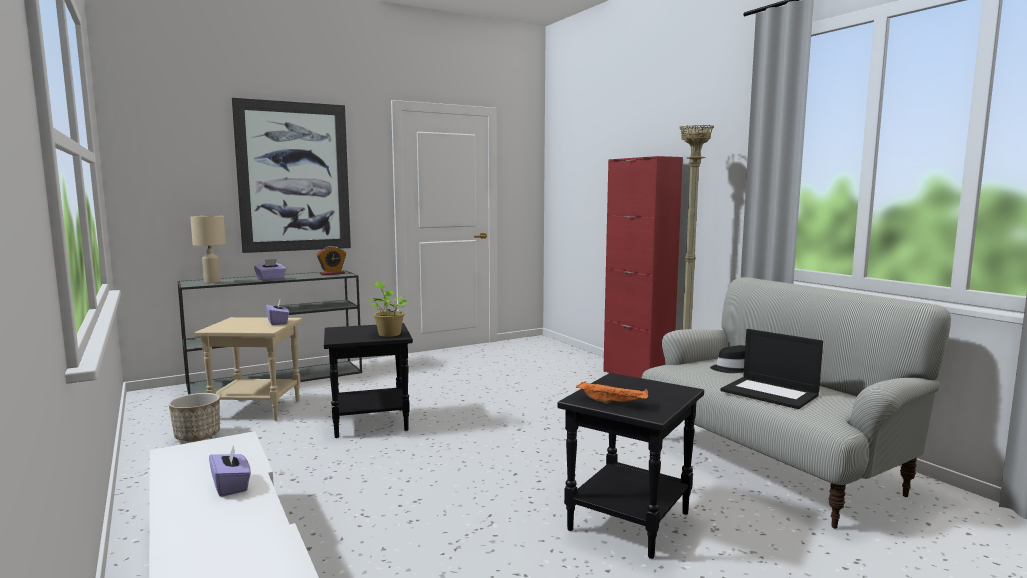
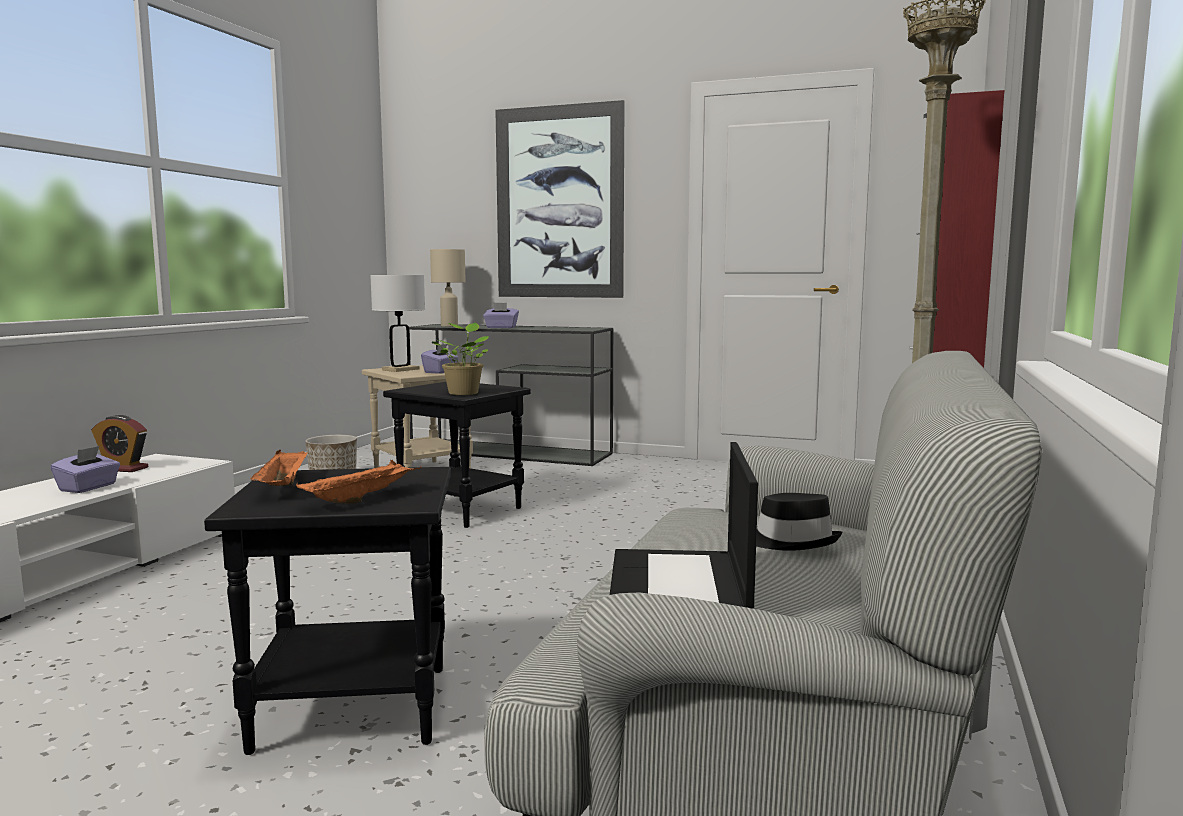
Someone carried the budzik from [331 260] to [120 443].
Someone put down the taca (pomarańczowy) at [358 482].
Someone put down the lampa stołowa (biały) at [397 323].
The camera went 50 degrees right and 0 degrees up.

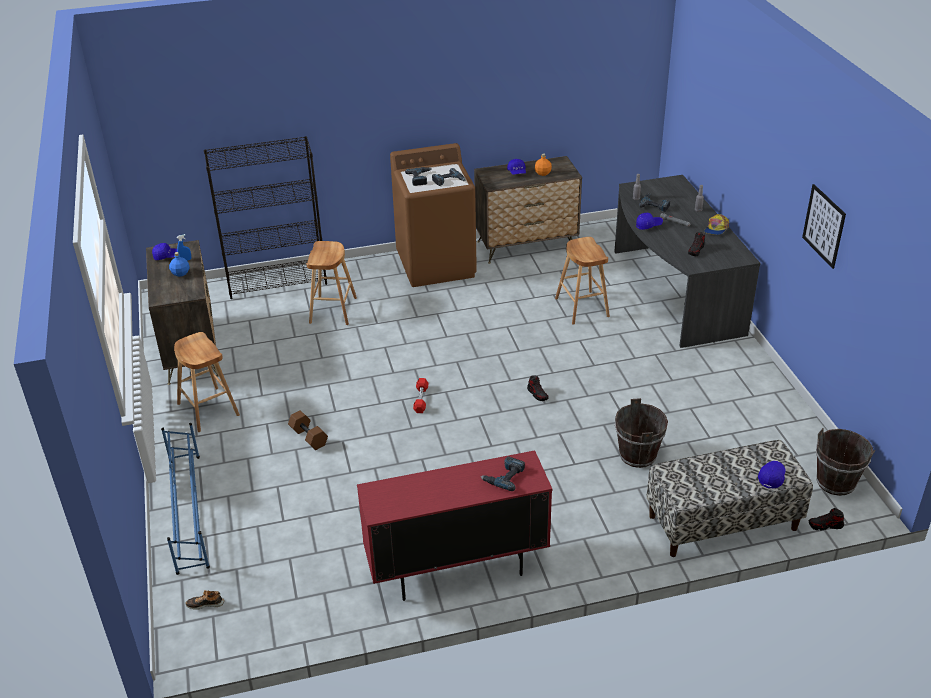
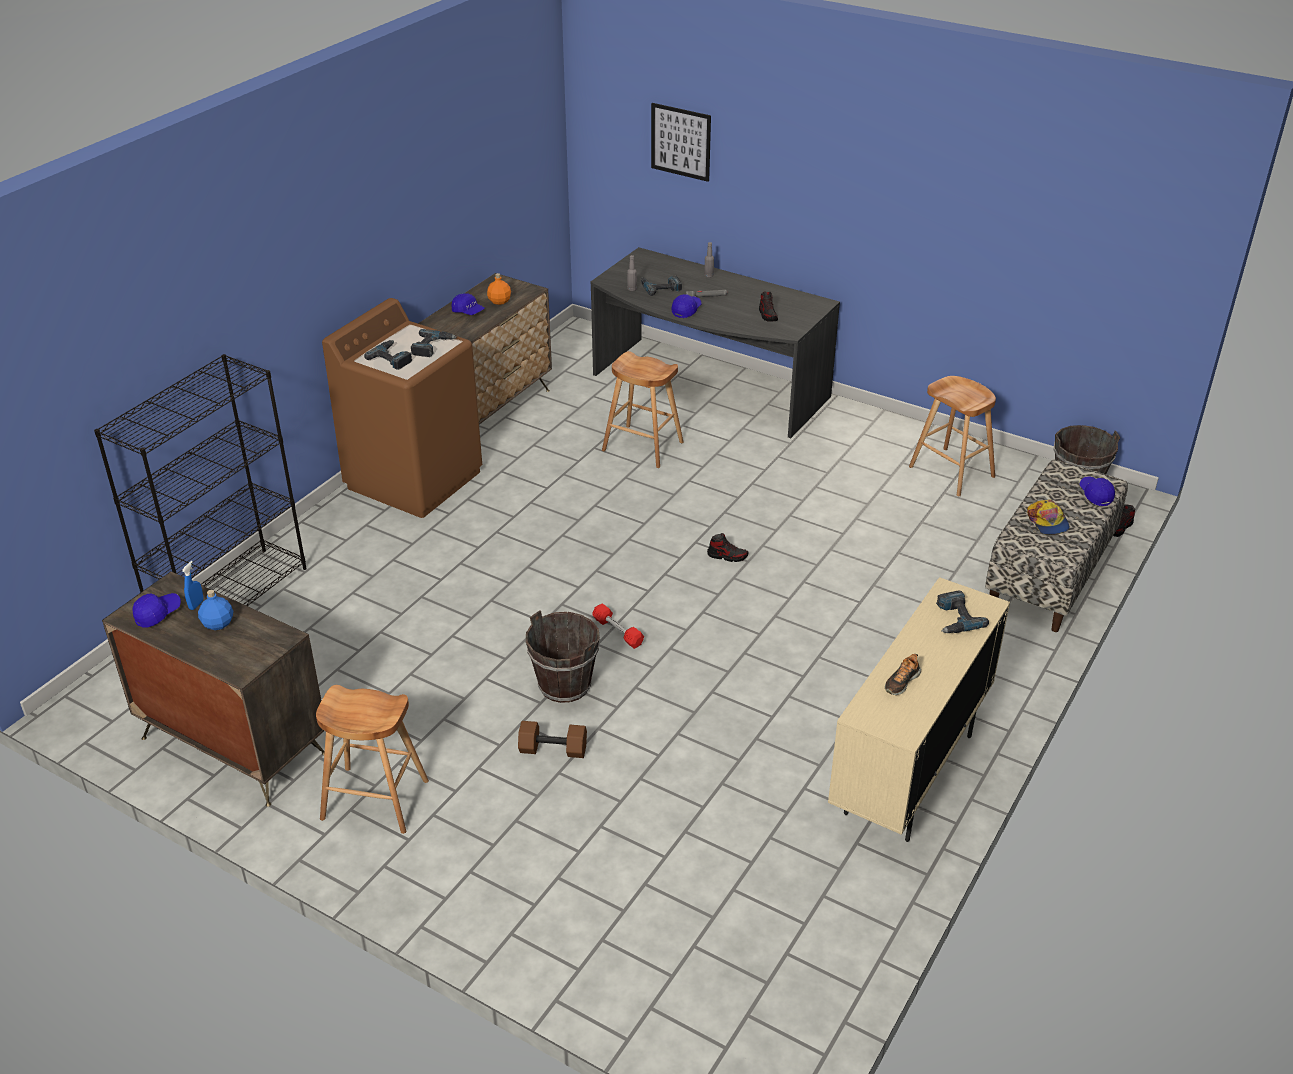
Someone carried the wiadro (brązowy) from [641 433] to [563 656].
Someone carried the obraz from [824 226] to [681 142].
Someone repainted the szafka (czerwony) at [454 525], which became the szafka (beżowy) at [919 709].
Someone carried the but from [205 600] to [903 674].
Someone carried the stołek (brązowy) from [331 283] to [952 436].
Someone carried the czapka z daszkiem from [716 224] to [1048 517].
Someone took away the regał na buty (niebieski) at [185 499].
The camera went 45 degrees left and 0 degrees up.

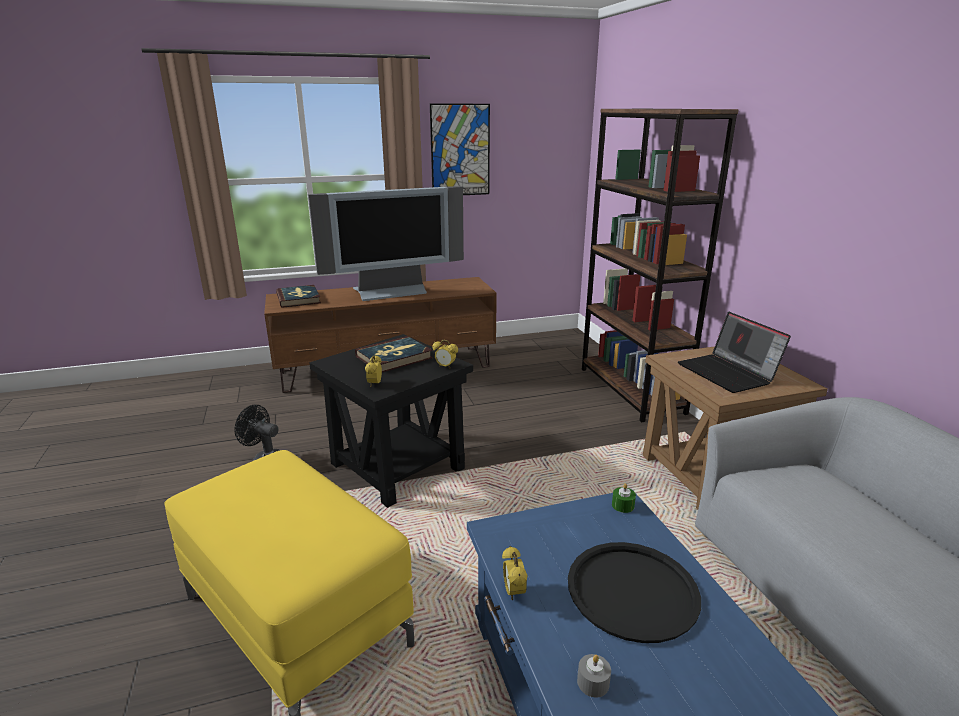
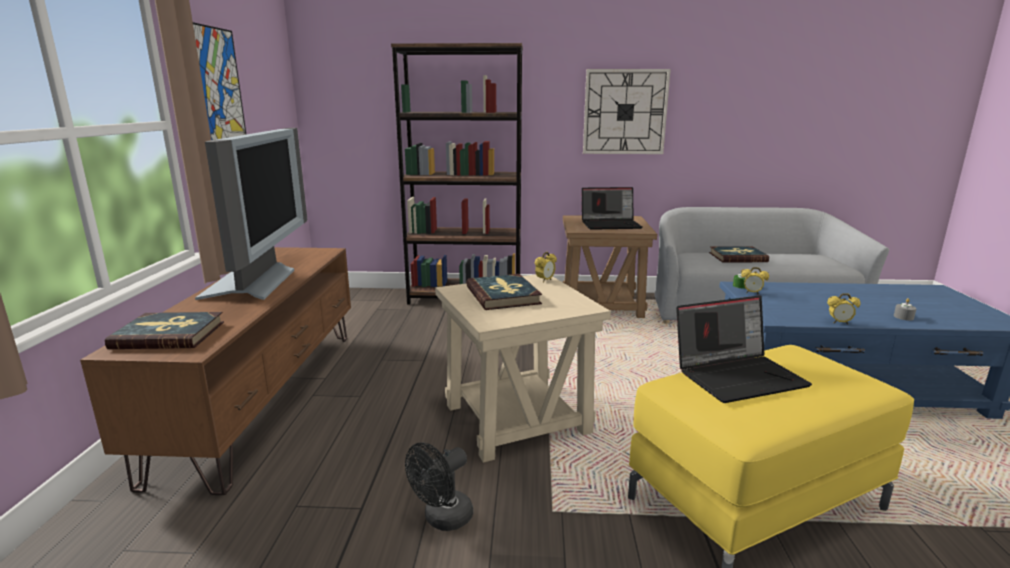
Someone repainted the stolik (czarny) at [391 421], which became the stolik (beżowy) at [523 368].
Someone put up the zegar ścienny at [627 111].
Someone put down the laptop at [744 349].
Someone put down the książka at [739 254].
Someone carried the budzik from [373 371] to [755 281].
Someone took away the taca (czarny) at [634 592].
The camera went 70 degrees left and 5 degrees down.

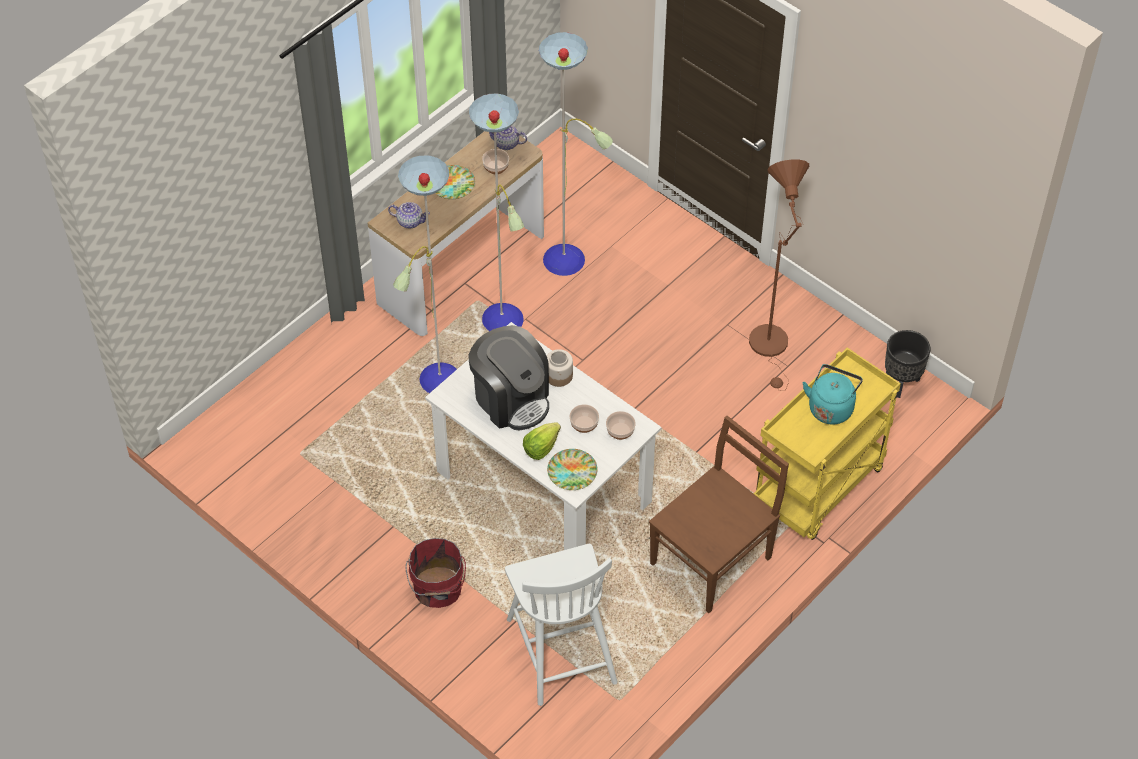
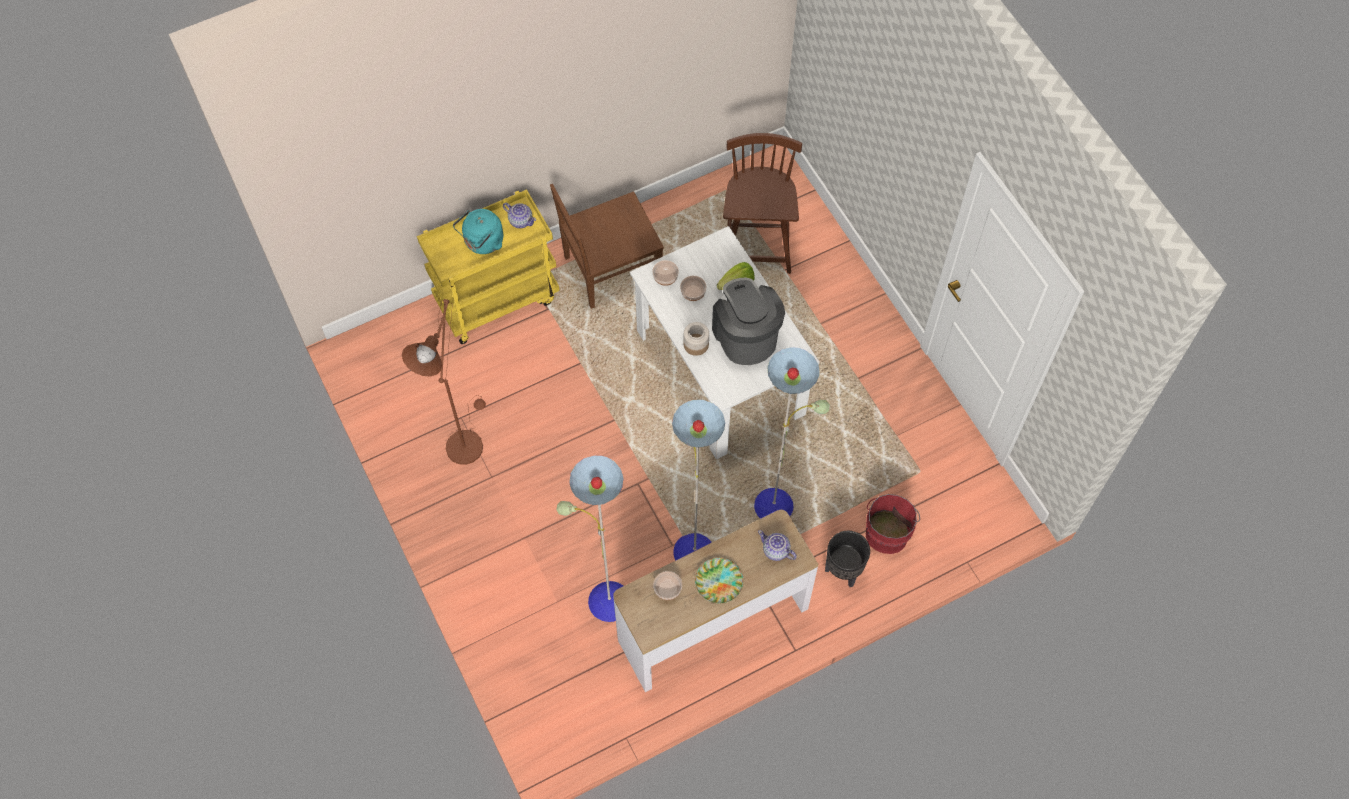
Someone carried the imbryk from [508 137] to [519 215].
Someone repainted the krzesło (biały) at [561 625], which became the krzesło (brązowy) at [762 203].
Someone carried the donica (czarny) from [907 364] to [847 559].
Someone carried the wiadro (czerwony) from [435 573] to [893 524].
Someone took away the talerz at [572 469].
The camera went 160 degrees left and 10 degrees up.

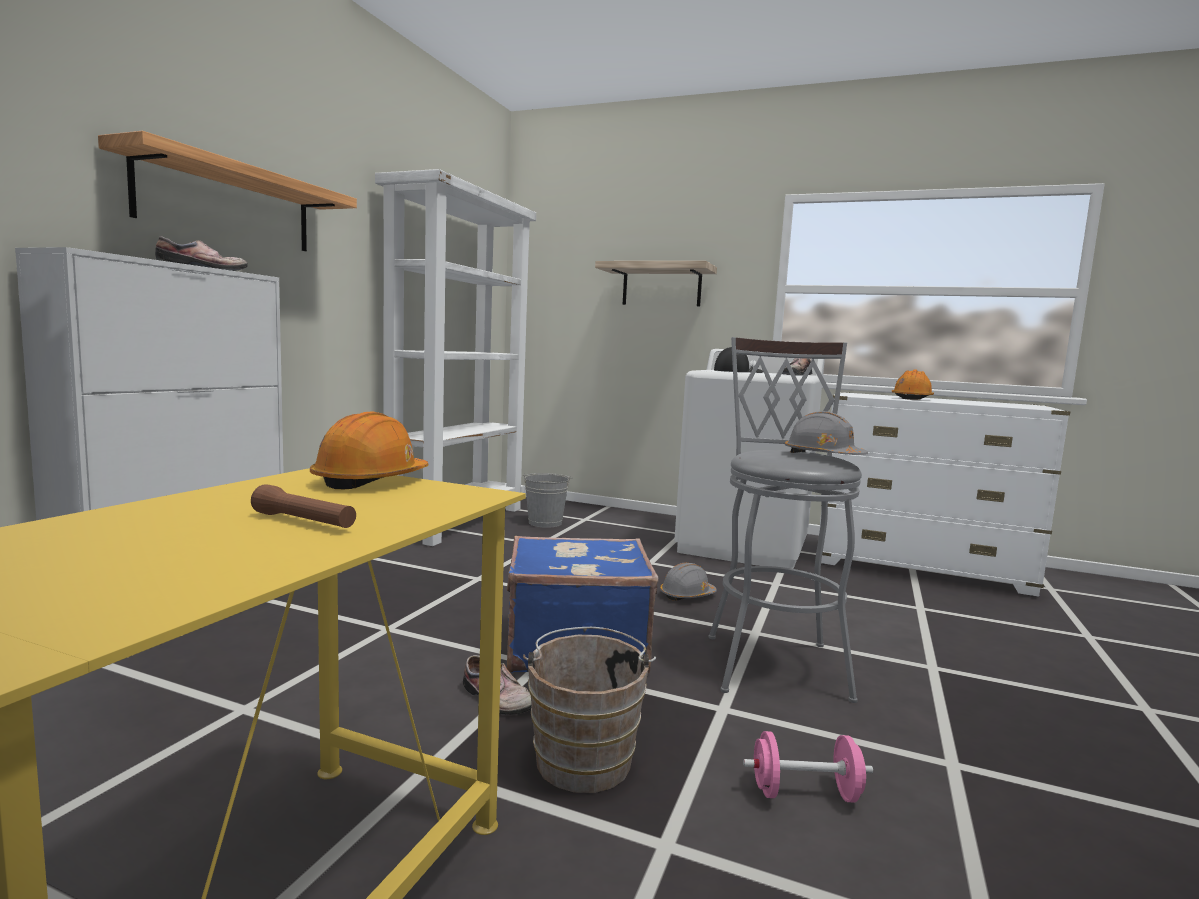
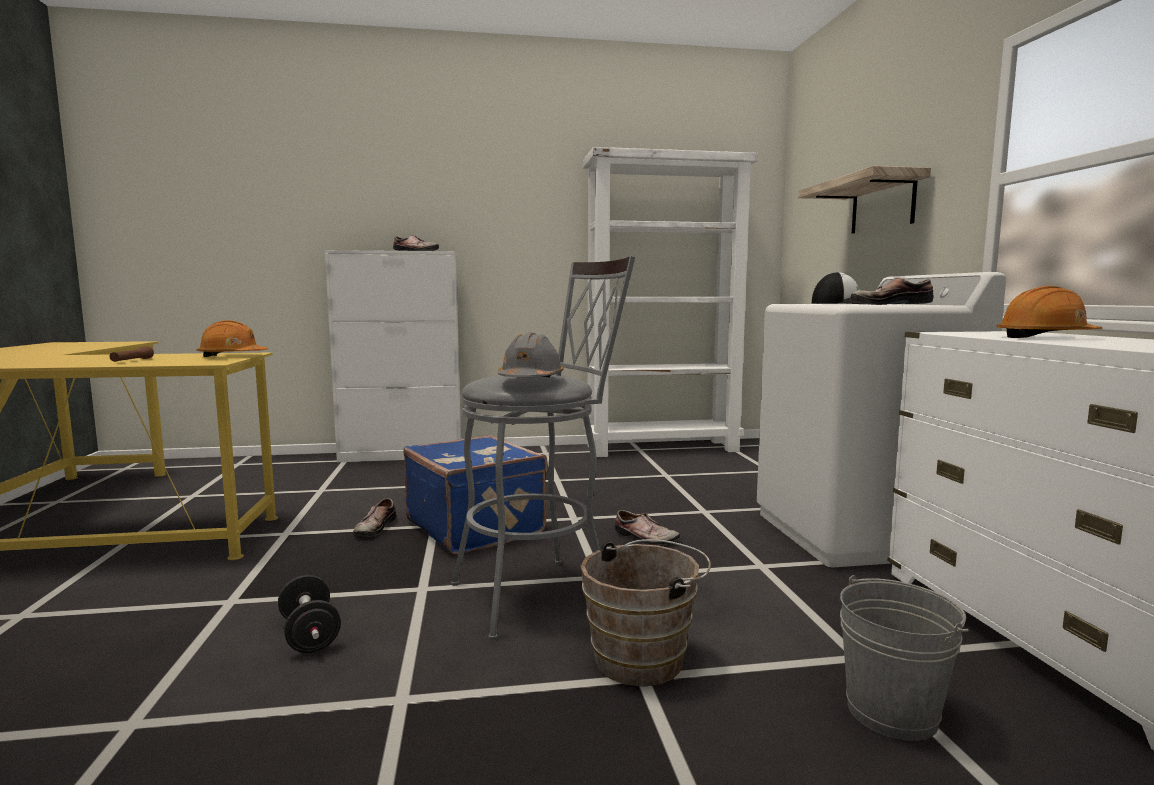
Someone repainted the hantel (różowy) at [808 766], which became the hantel (czarny) at [309 614].
Someone carried the wiadro (brązowy) from [589 710] to [646 613].
Someone swapped the kask (szary) at [688 582] for the but at [647 527].
Someone carried the wiadro (szary) from [547 500] to [904 658].
Someone took away the półka at [227 191].
The camera went 60 degrees right and 0 degrees up.

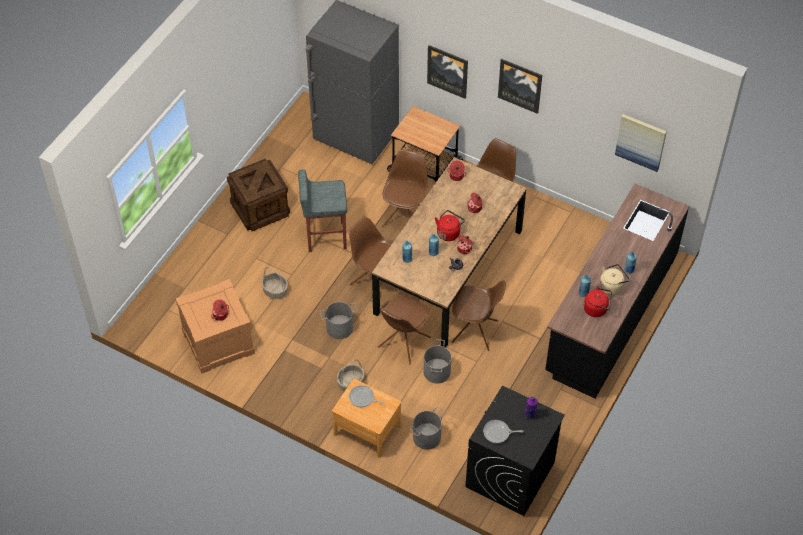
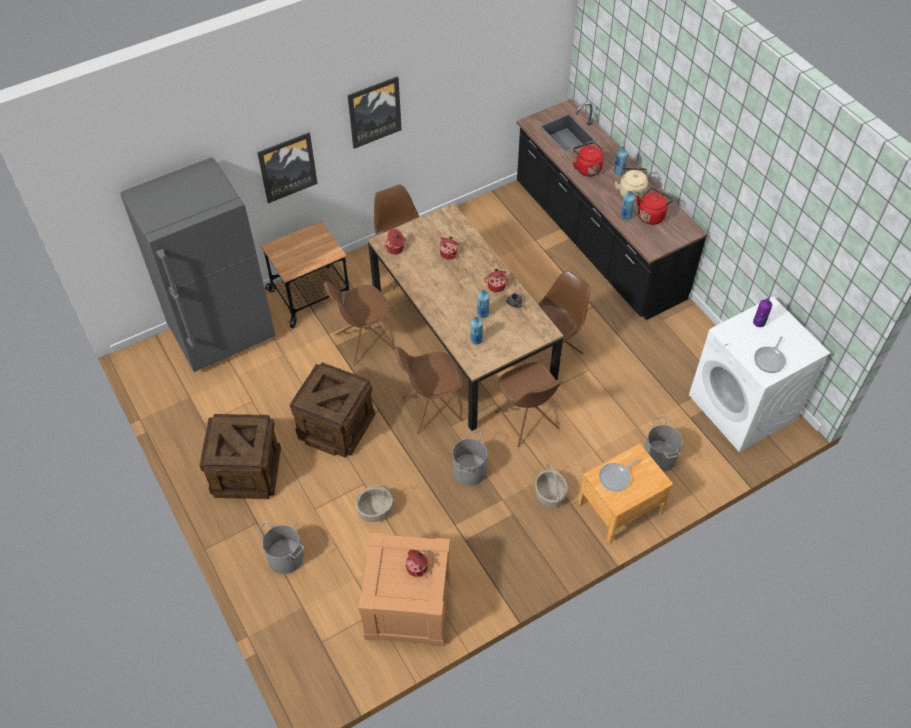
Someone carried the wiadro (szary) from [437 361] to [280 547].
Someone swapped the stołek (szary) at [322 210] for the skrzynka at [332 409].
Someone rotated the krzesło (brązowy) at [405 188] by 75 degrees counterclockwise.
Someone carried the czajnik (czerwony) from [450 225] to [588 159].
Someone repainted the pralka (czarny) at [515 451], which became the pralka (biały) at [759 374].
Someone took away the obraz at [641 143].
The camera went 60 degrees left and 0 degrees up.

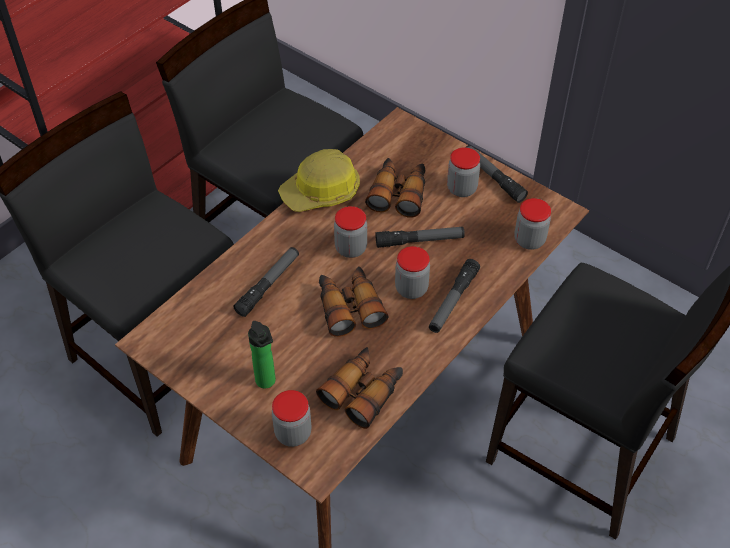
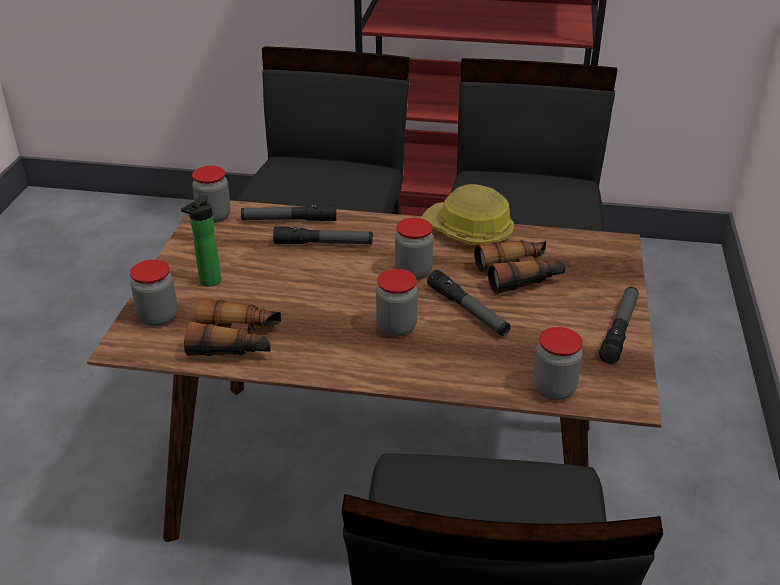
Someone carried the słoik from [463 172] to [211 194].
Someone carried the latarka from [454 296] to [288 212].
Someone took away the lornetka at [354 301].
The camera went 60 degrees right and 15 degrees down.

